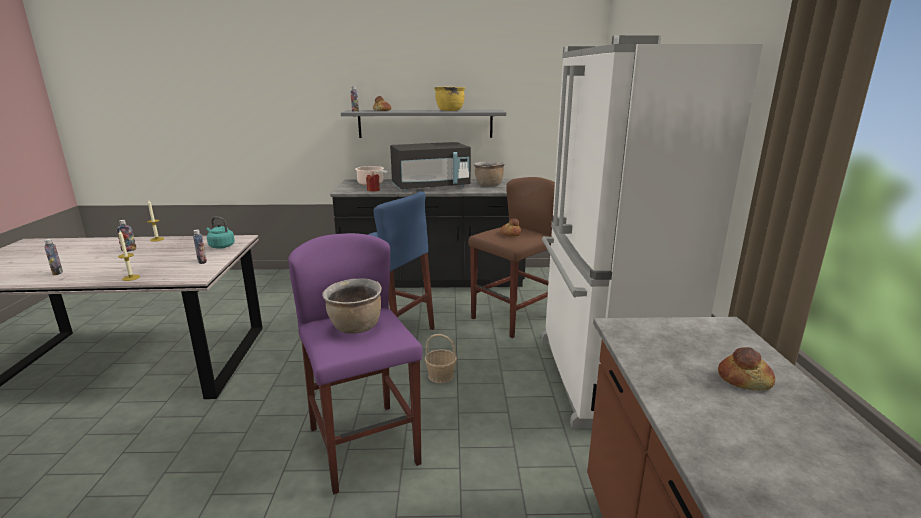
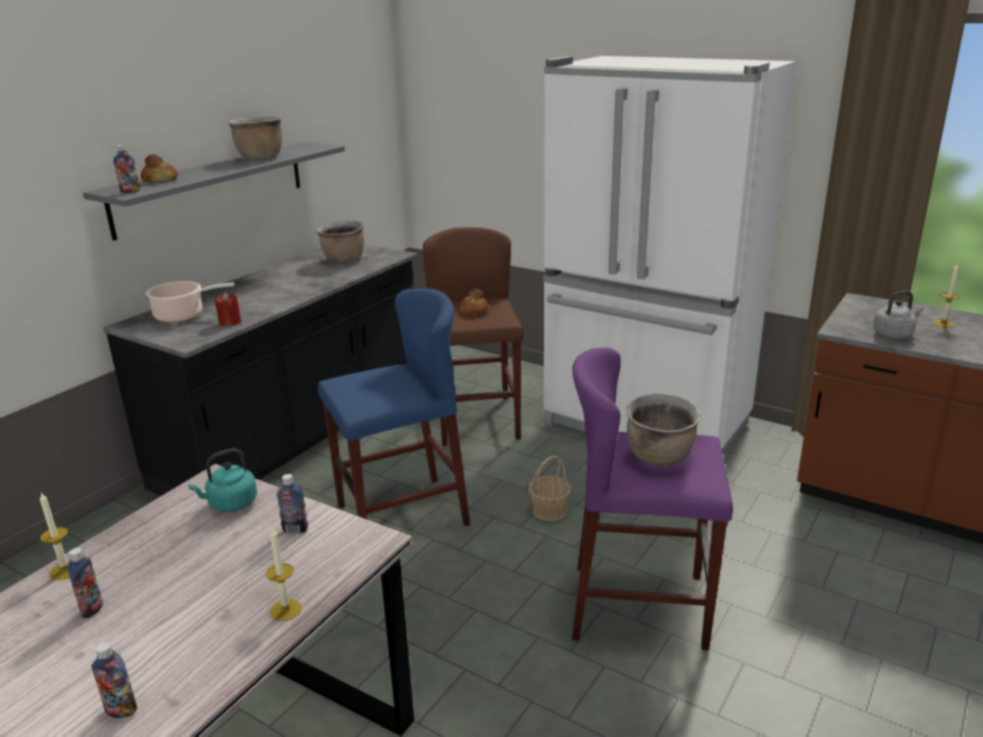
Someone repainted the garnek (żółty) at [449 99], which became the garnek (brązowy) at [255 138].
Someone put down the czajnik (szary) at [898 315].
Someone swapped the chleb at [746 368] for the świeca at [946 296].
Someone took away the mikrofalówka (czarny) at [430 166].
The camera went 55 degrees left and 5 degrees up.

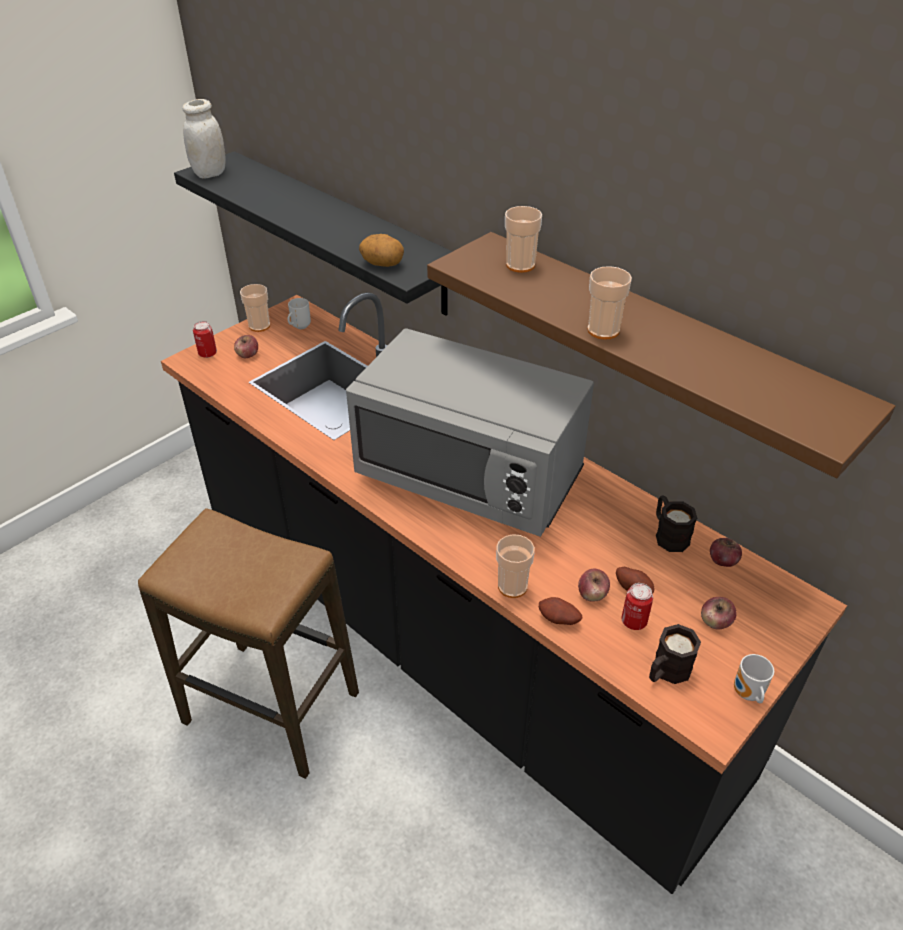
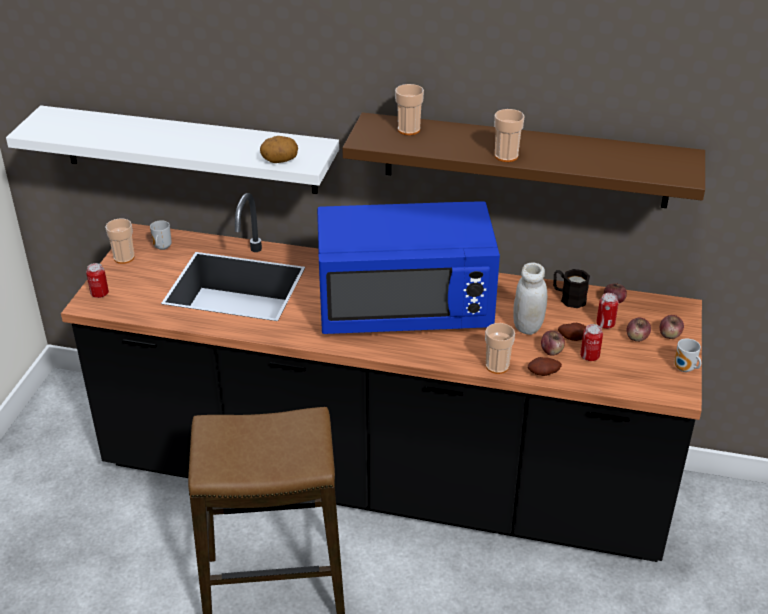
Someone repainted the półka (czarny) at [313 233], which became the półka (biały) at [172 149].
Someone repainted the mikrofalówka (szary) at [470 432], which became the mikrofalówka (niebieski) at [408 267].
Someone carried the słoik (biały) from [204 139] to [530 298].
Someone put down the puszka at [607 311].
Someone carried the jabłko from [246 346] to [672 327].
Someone took away the kubek (czarny) at [675 654].
The camera went 30 degrees left and 5 degrees down.

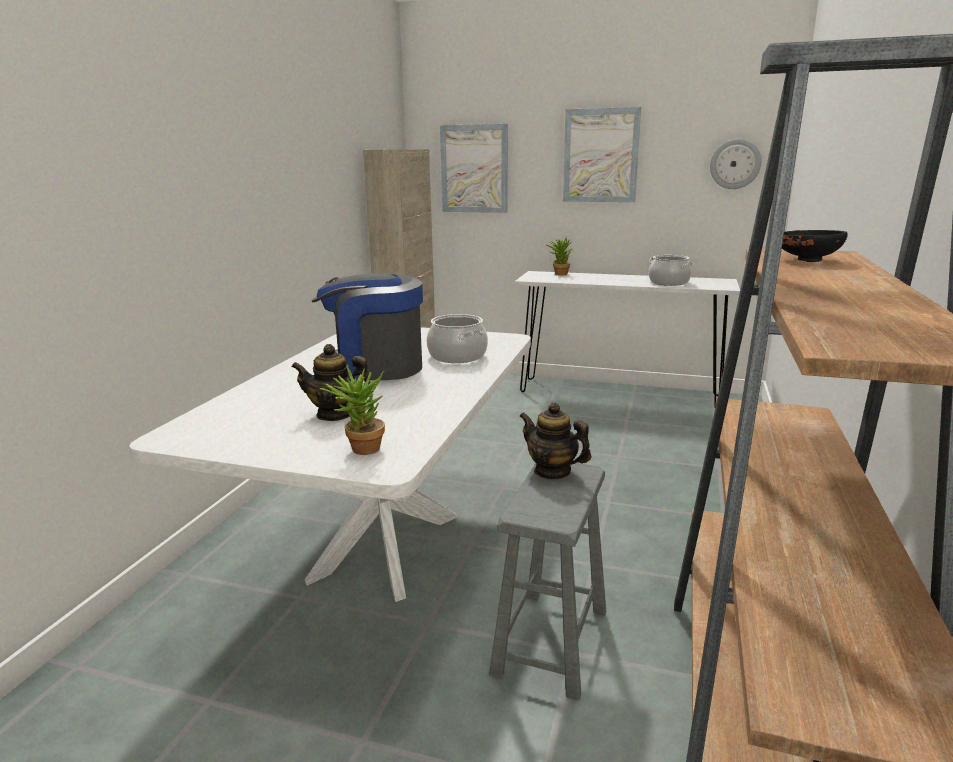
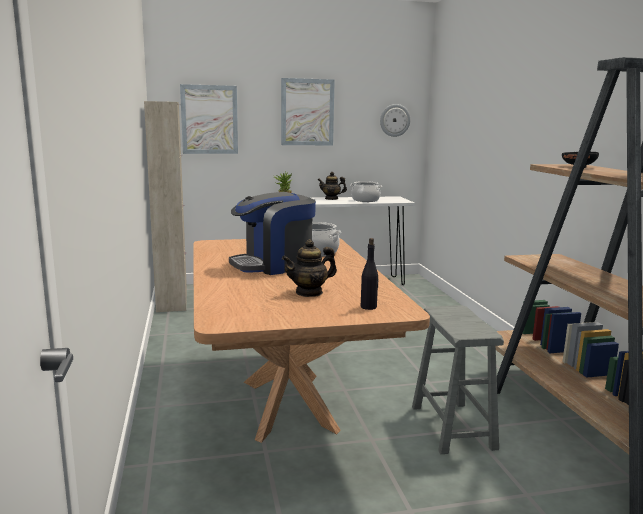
Someone repainted the stół jadalny (biały) at [330 464], which became the stół jadalny (brązowy) at [311 340].
Someone carried the imbryk from [555 441] to [332 186].
Someone swapped the roślina doniczkowa at [352 409] for the butelka (czarny) at [370 274].
The camera went 30 degrees left and 5 degrees down.

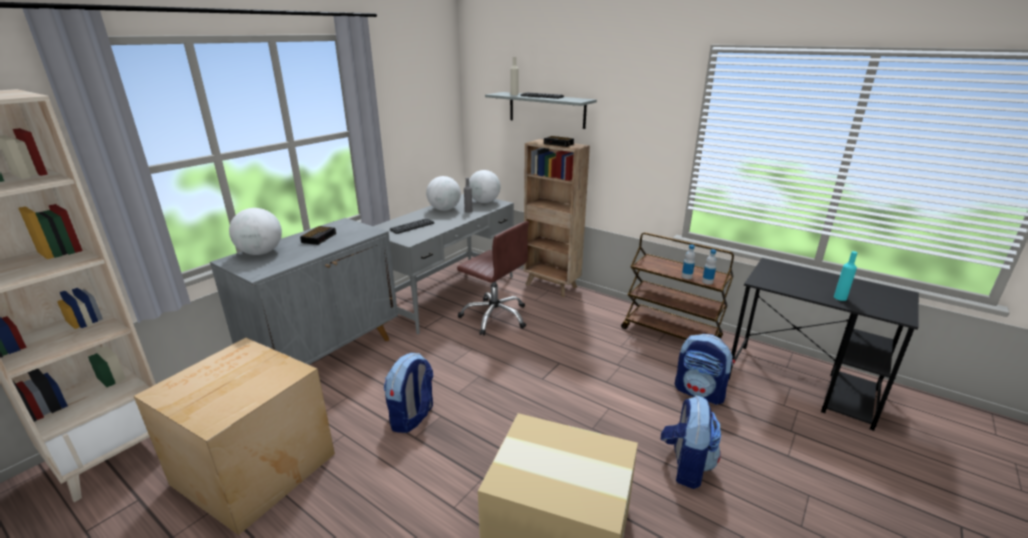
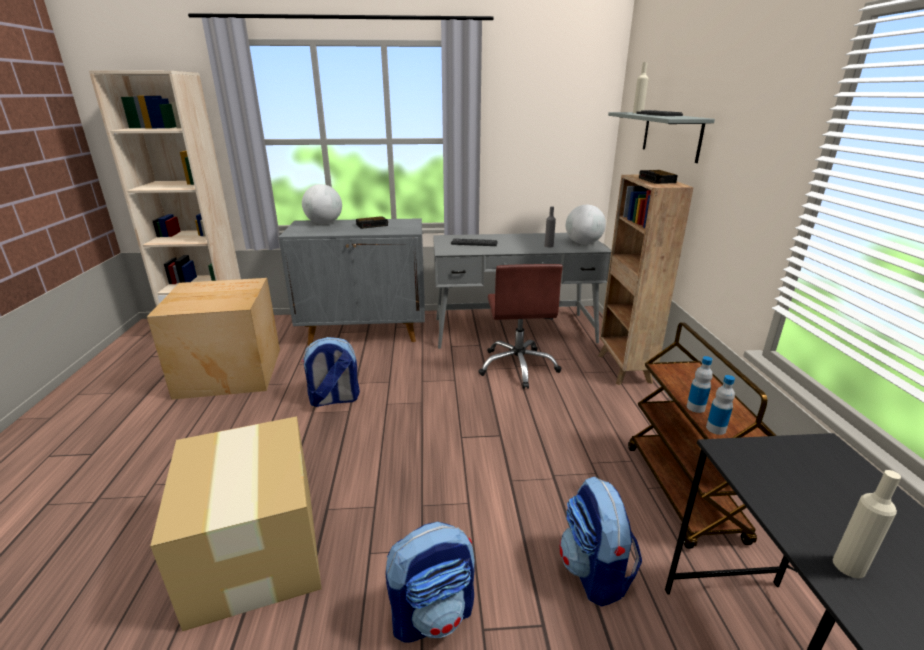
Someone repainted the butelka (turkusowy) at [845 276], which became the butelka (beżowy) at [866 524].
Someone took away the globus at [443 193].
The camera went 50 degrees right and 0 degrees up.

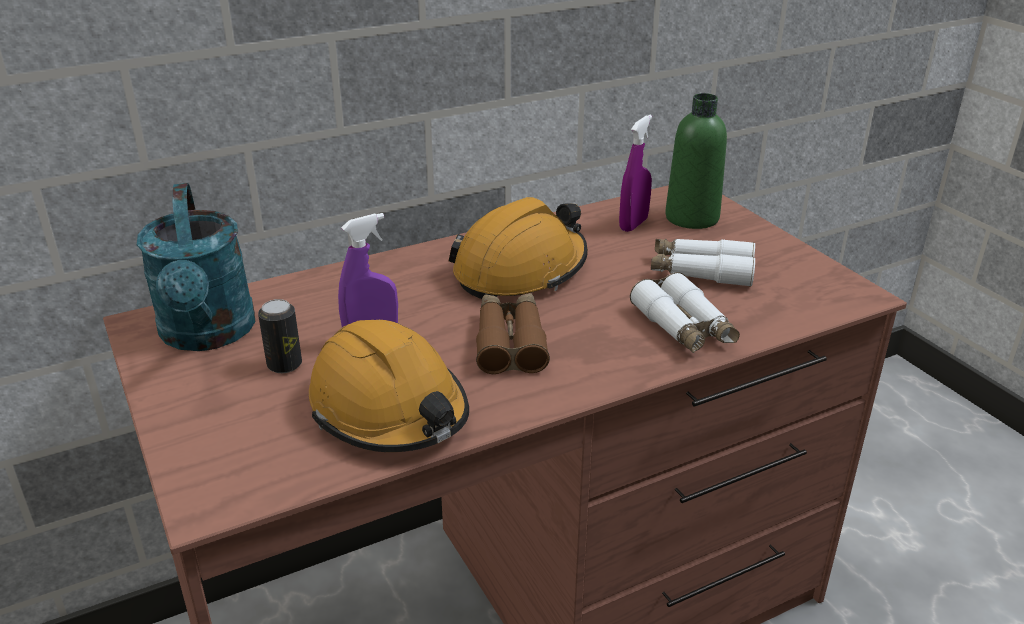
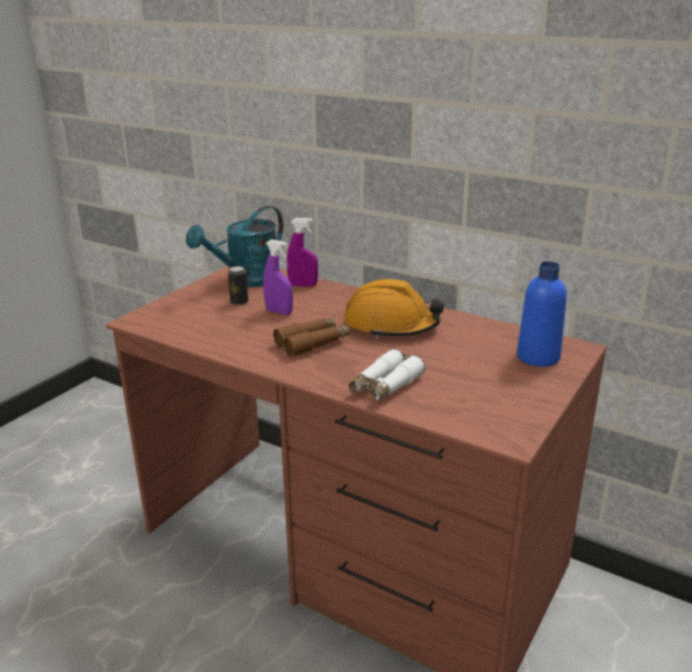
Someone carried the spryskiwacz (fioletowy) from [635 173] to [302 252].
Someone repainted the butelka (zielony) at [696 161], which became the butelka (niebieski) at [542 314].
Someone took away the kask (pomarańczowy) at [389 386].
Someone took away the lornetka (biały) at [703 263].
The camera went 60 degrees right and 5 degrees down.

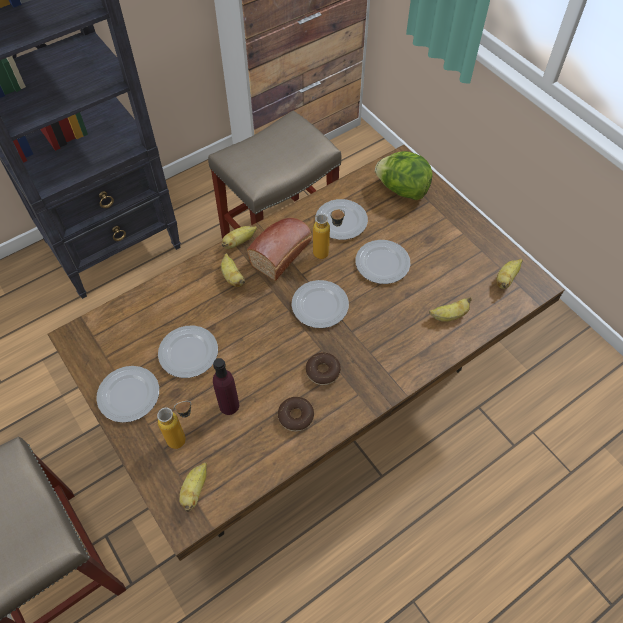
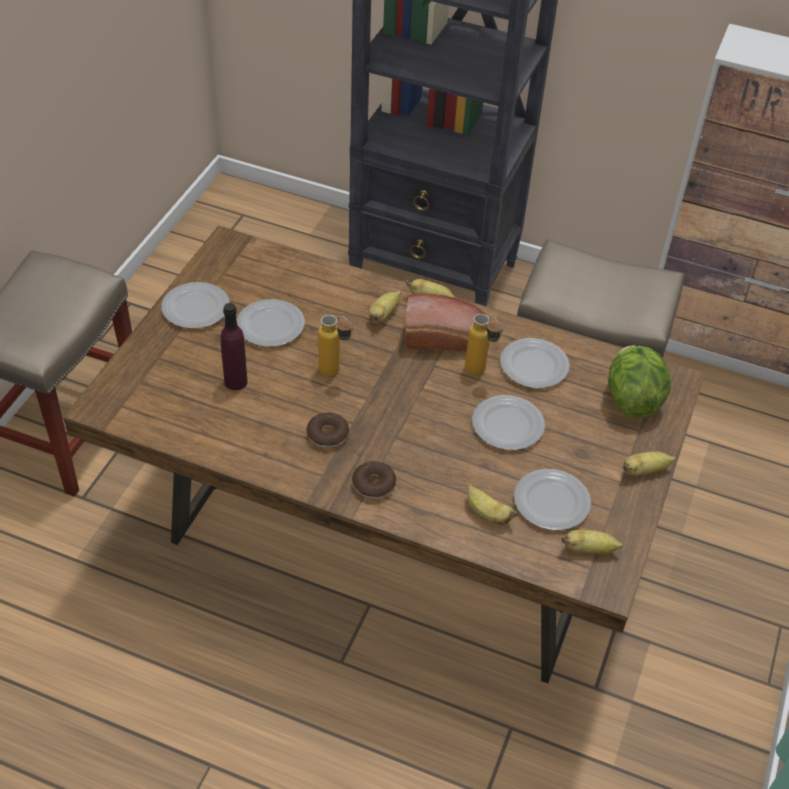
Someone carried the butelka from [174 424] to [335 346].
Someone carried the donut from [296 414] to [374 480].
Someone carried the talerz from [320 304] to [552 500].
Someone carried the banan from [193 487] to [649 463].
The camera went 55 degrees right and 10 degrees down.

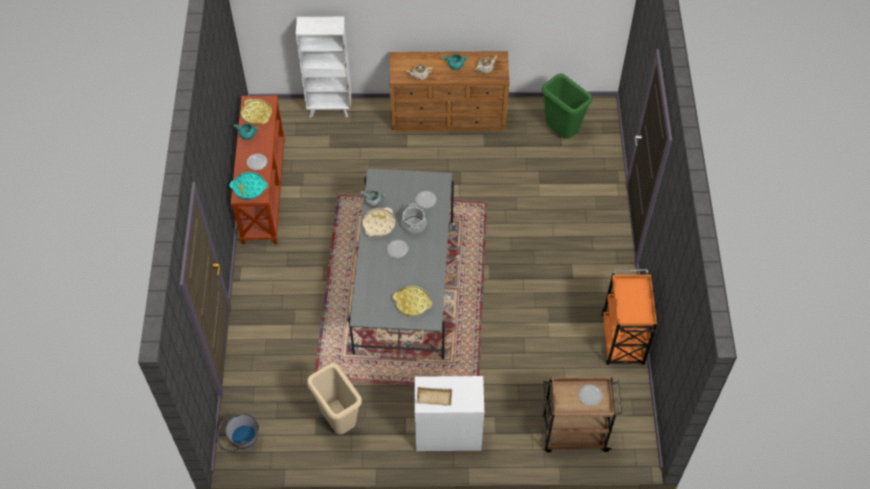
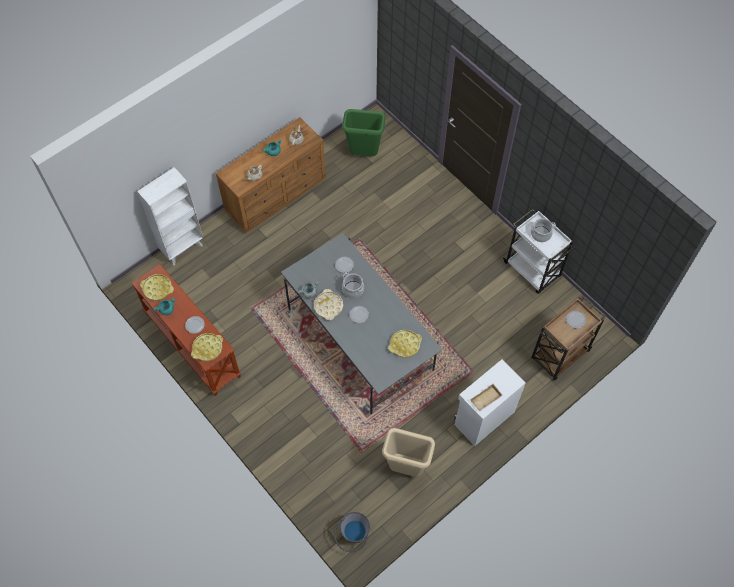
Someone repainted the taca (turkusowy) at [249 185], which became the taca (żółty) at [207 347].
Someone repainted the wózek (pomarańczowy) at [629 317], which became the wózek (biały) at [539 251].
Someone put down the garnek at [543 230].
The camera went 40 degrees left and 5 degrees up.

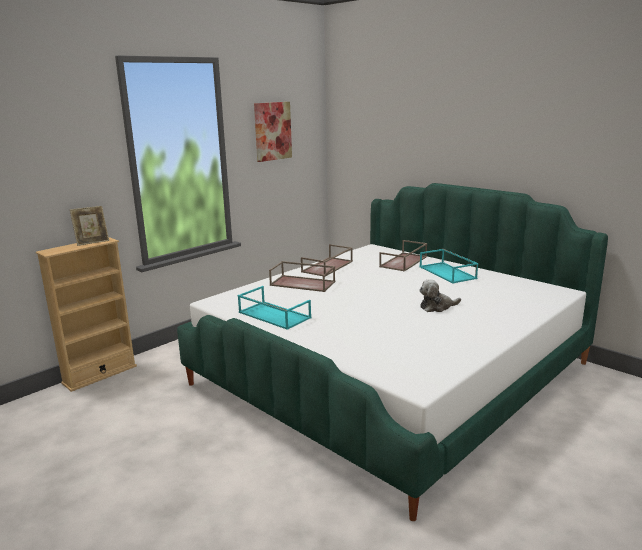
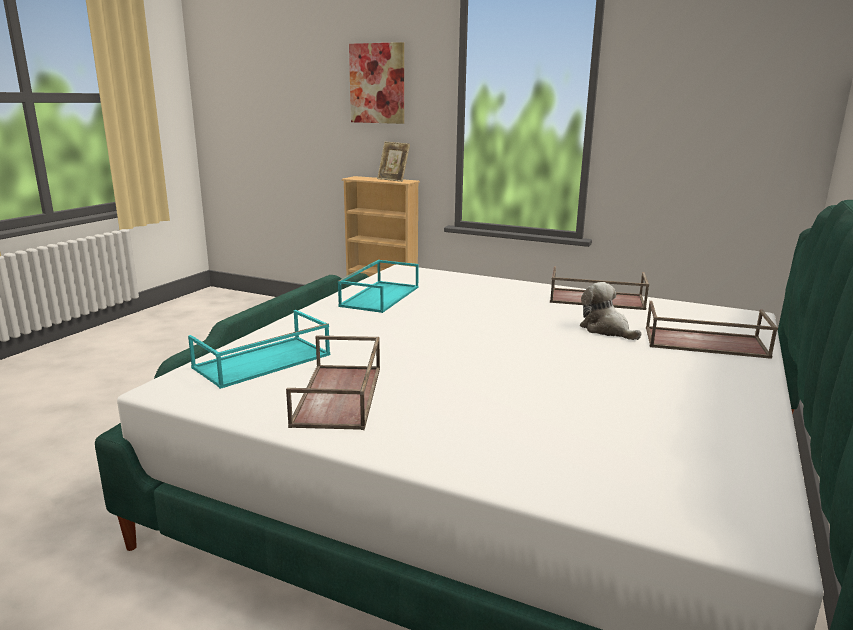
Someone carried the taca (turkusowy) from [449 266] to [259 349].
Someone carried the taca (brązowy) from [302 276] to [333 382].
Someone carried the obraz from [273 132] to [376 83].
Someone carried the pluszak from [440 295] to [611 311].
The camera went 70 degrees right and 0 degrees up.

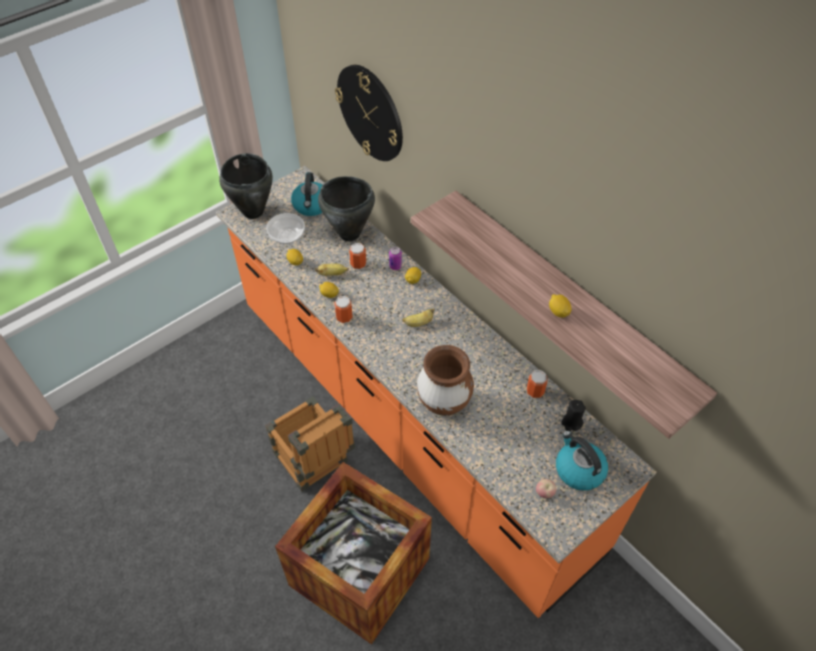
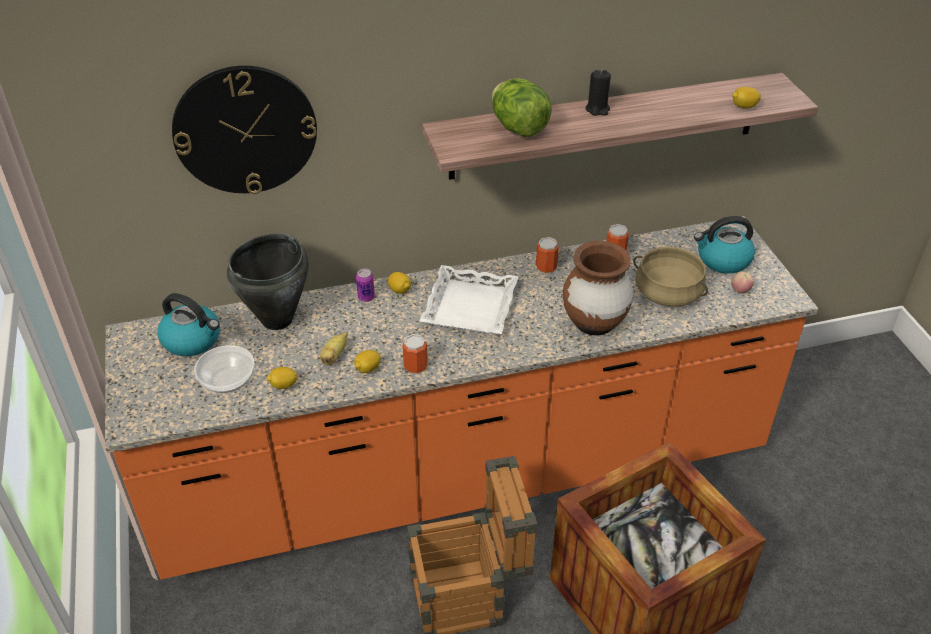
Someone swapped the banan at [418 317] for the taca (biały) at [469 299].
Someone put down the sałata at [522 107].
Someone carried the puszka from [357 256] to [547 255].
Someone carried the świeca (czarny) from [573 415] to [598 93].
Someone put down the garnek (beżowy) at [670 277].
Someone carried the cytryna from [560 306] to [746 97].
Someone took away the garnek (czarny) at [246 186].
The camera went 65 degrees left and 10 degrees down.

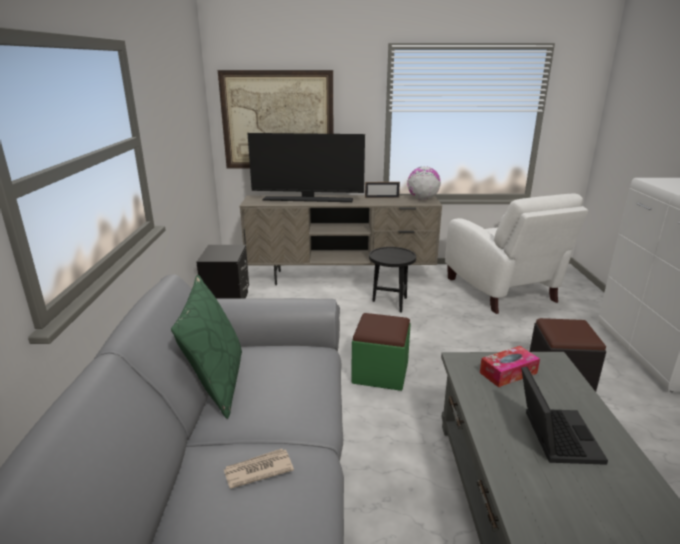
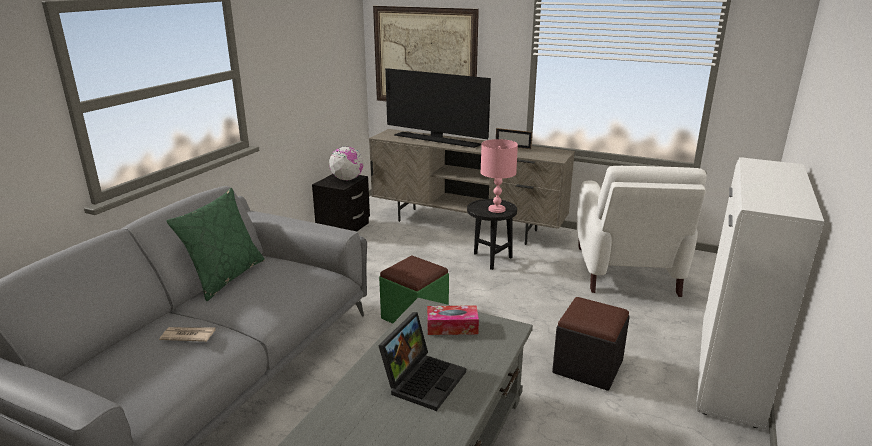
Someone carried the globus from [424 183] to [346 163].
Someone put down the lampa stołowa (różowy) at [499 176].
The camera went 25 degrees right and 0 degrees up.

